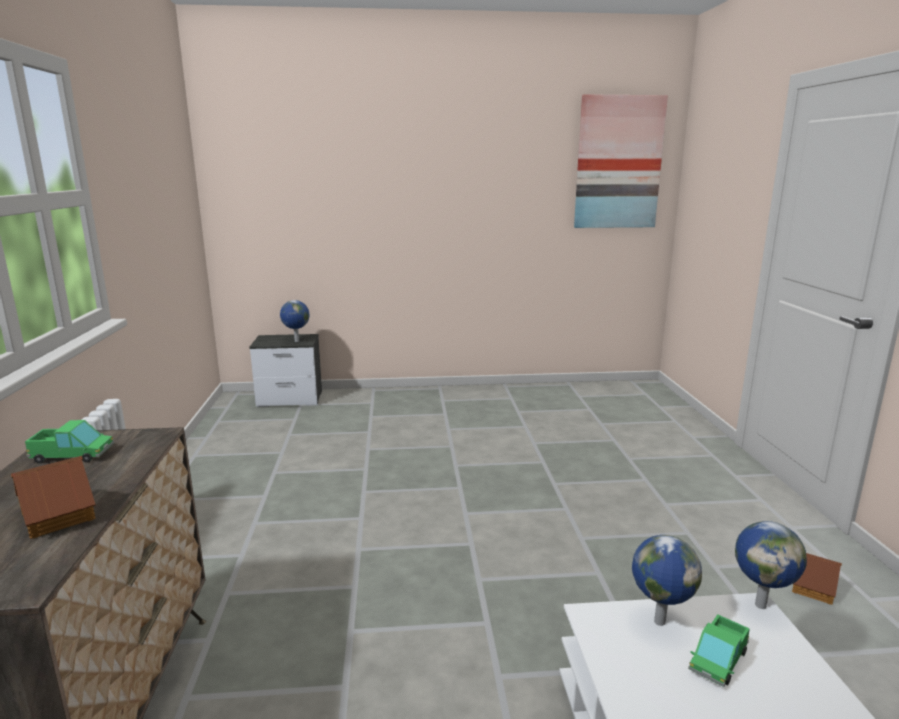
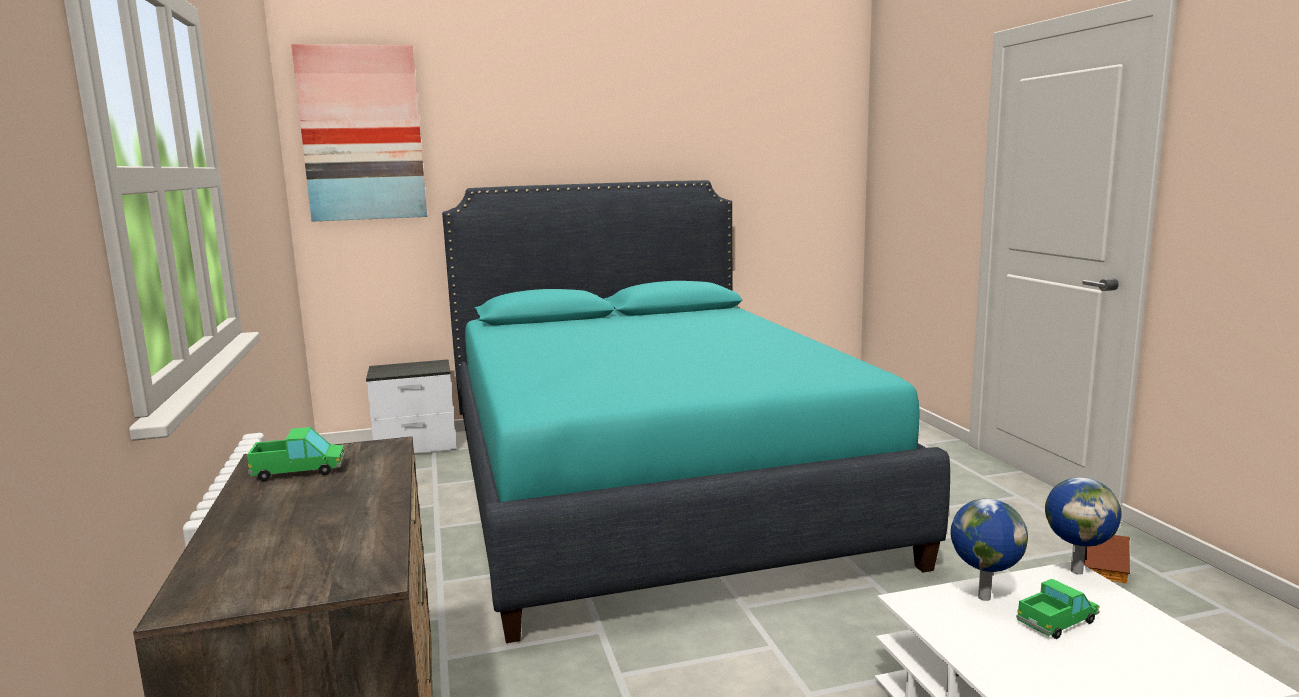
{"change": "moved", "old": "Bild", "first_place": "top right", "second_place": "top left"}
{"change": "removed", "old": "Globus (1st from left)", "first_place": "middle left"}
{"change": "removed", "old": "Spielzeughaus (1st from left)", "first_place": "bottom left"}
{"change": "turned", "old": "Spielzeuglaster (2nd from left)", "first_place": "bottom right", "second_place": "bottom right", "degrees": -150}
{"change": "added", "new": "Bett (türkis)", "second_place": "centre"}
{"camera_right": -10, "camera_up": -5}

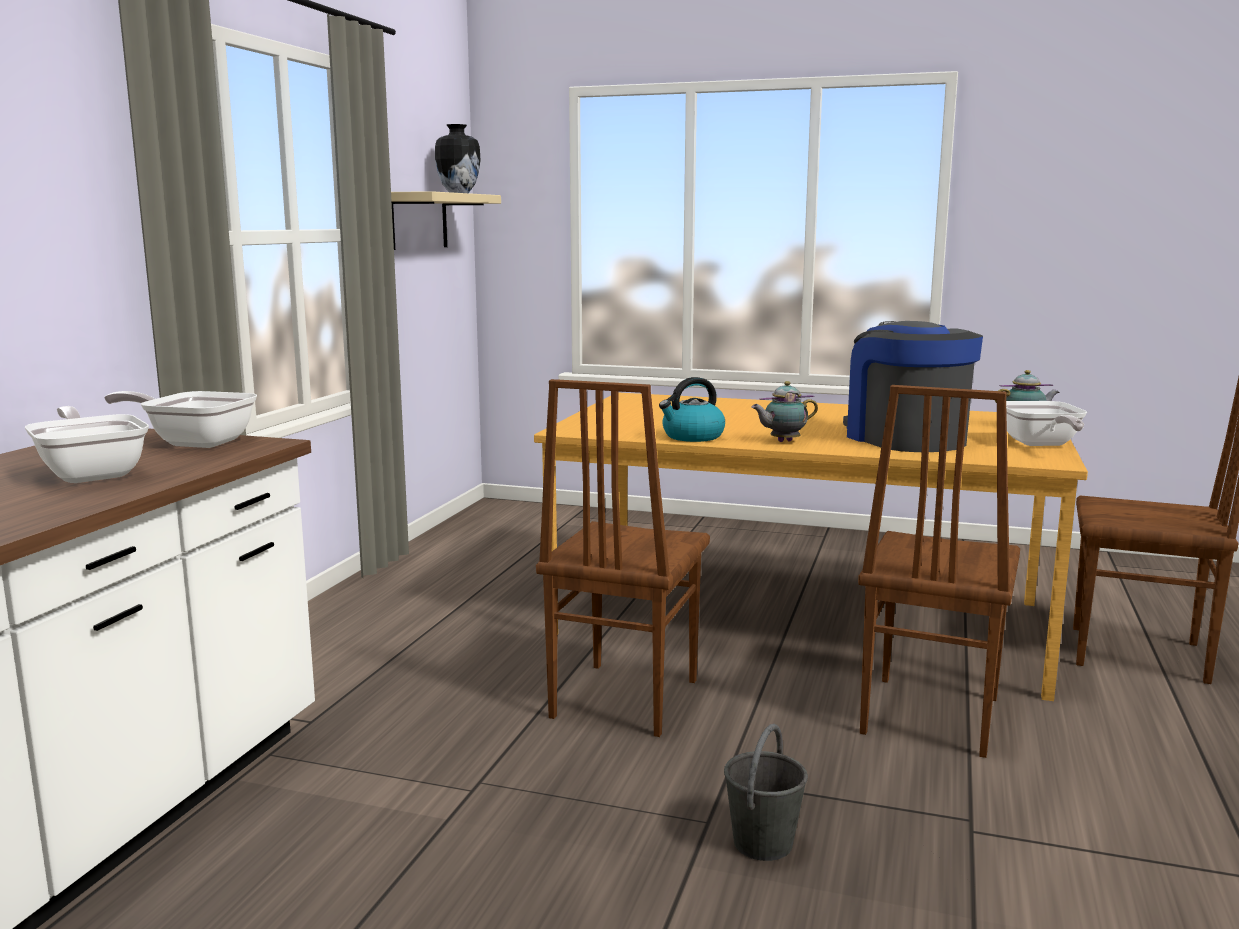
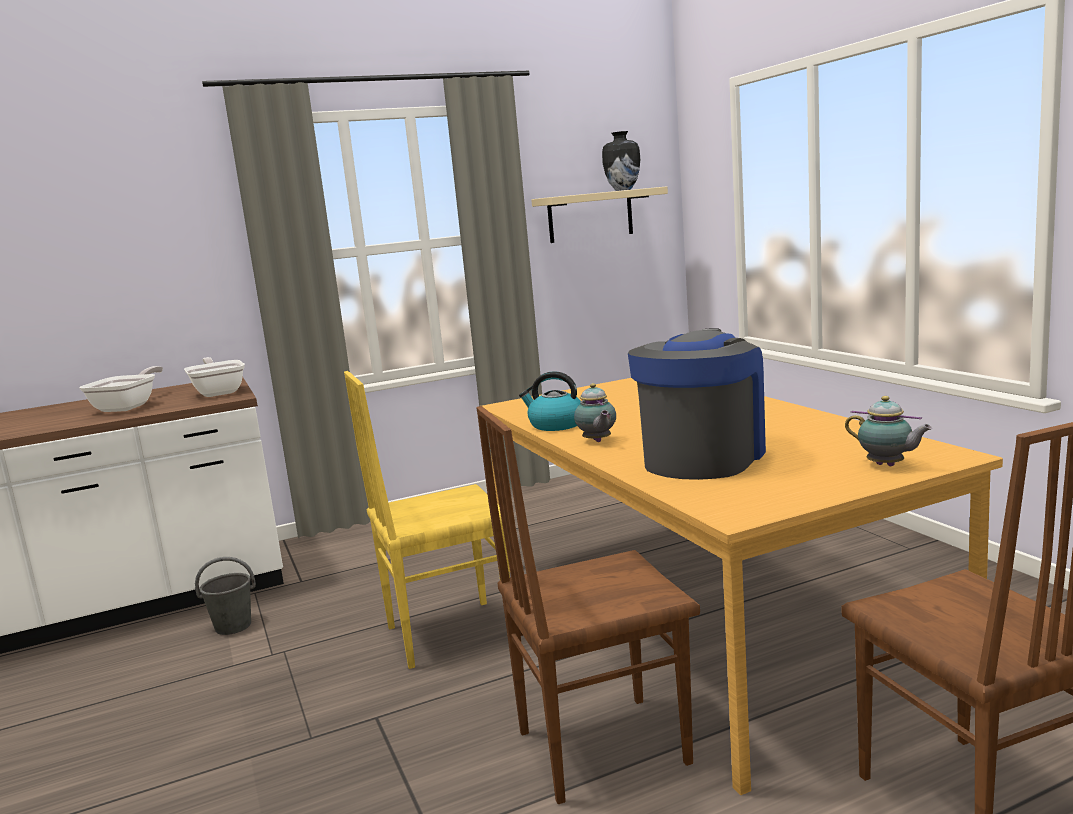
{"change": "recoloured", "old": "Stuhl (braun) (1st from left)", "new": "Stuhl (gelb)", "first_place": "centre", "second_place": "centre"}
{"change": "turned", "old": "Teekanne (1st from left)", "first_place": "centre", "second_place": "centre", "degrees": -135}
{"change": "removed", "old": "Pfanne (3rd from left)", "first_place": "middle right"}
{"change": "moved", "old": "Eimer (grau)", "first_place": "bottom centre", "second_place": "bottom left"}
{"camera_right": 50, "camera_up": 0}

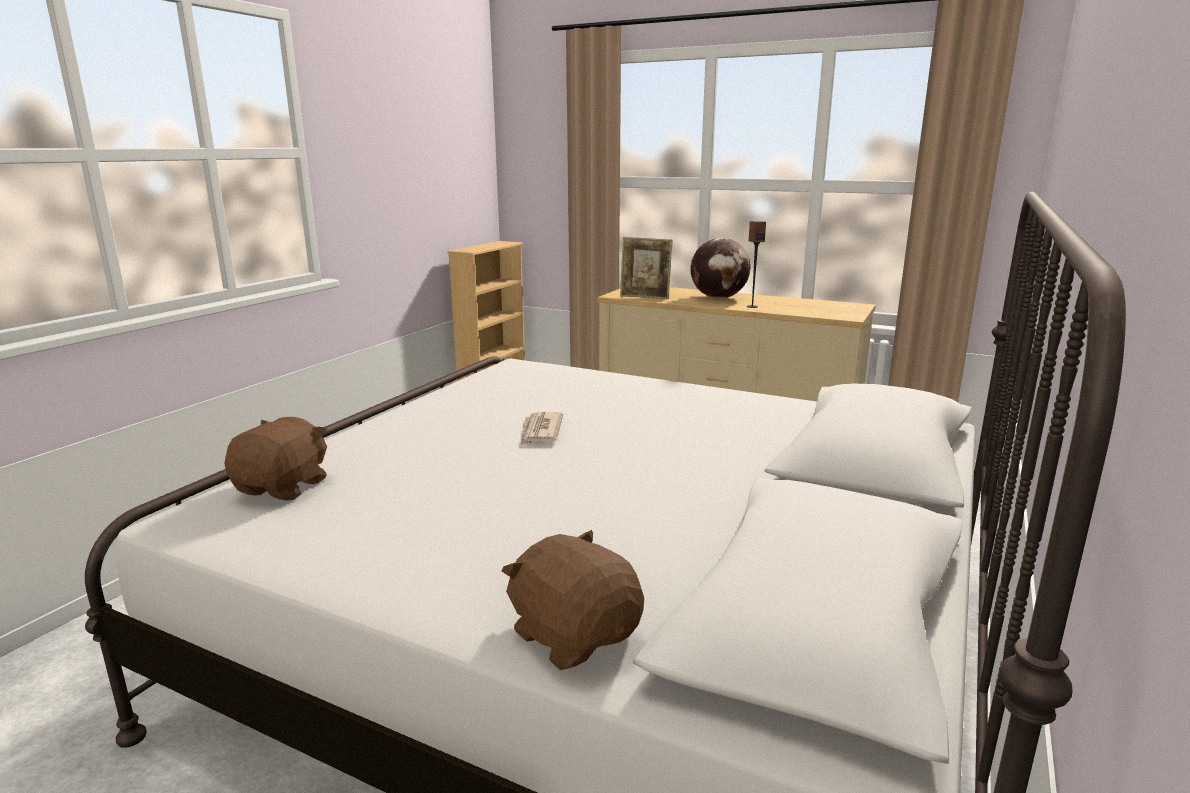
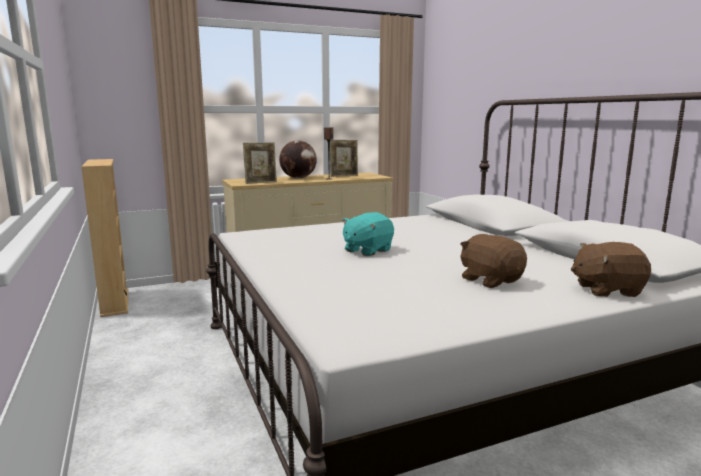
{"change": "replaced", "old": "Zeitung", "new": "Plüschtier (türkis)", "first_place": "centre", "second_place": "centre"}
{"change": "moved", "old": "Plüschtier (braun) (1st from left)", "first_place": "middle left", "second_place": "middle right"}
{"change": "added", "new": "Bilderrahmen (2nd from left)", "second_place": "top centre"}
{"camera_right": -50, "camera_up": -5}

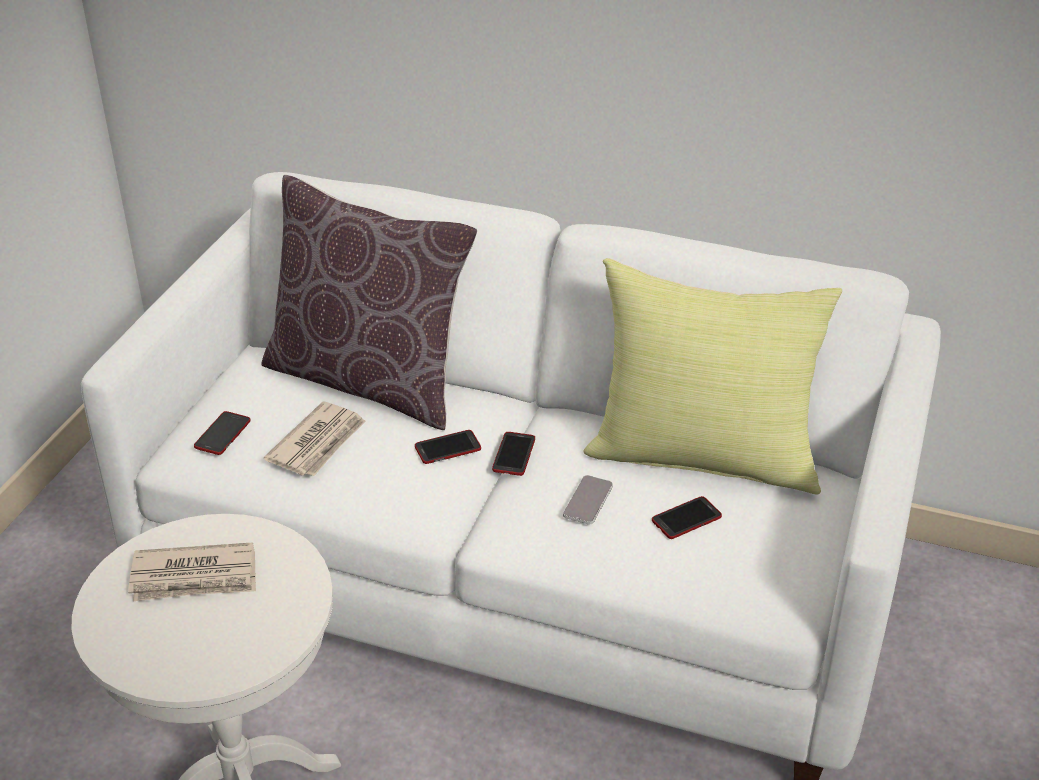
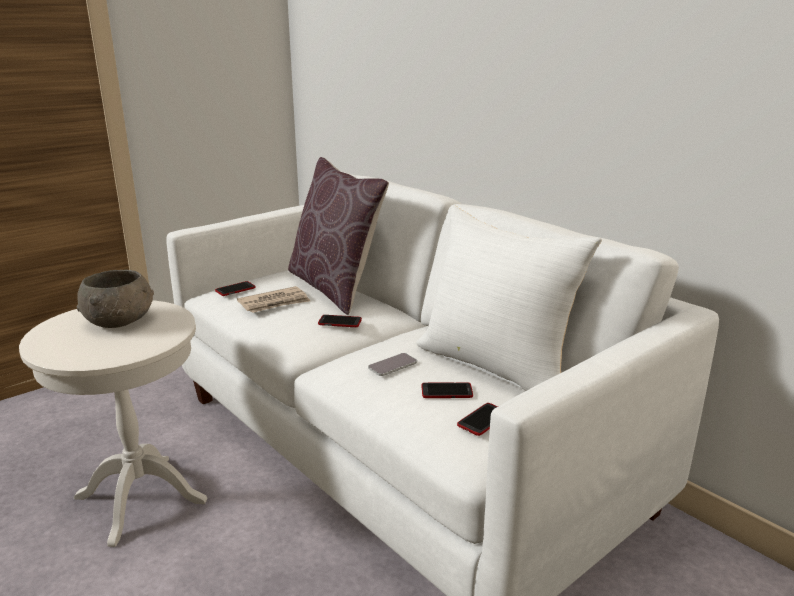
{"change": "recoloured", "old": "Kissen (gelb)", "new": "Kissen (weiß)", "first_place": "middle right", "second_place": "centre"}
{"change": "moved", "old": "Handy (3rd from left in the first image)", "new": "Handy (5th from left)", "first_place": "centre", "second_place": "bottom centre"}
{"change": "replaced", "old": "Zeitung (1st from left)", "new": "Schüssel (grau)", "first_place": "bottom left", "second_place": "middle left"}
{"camera_right": 30, "camera_up": -15}

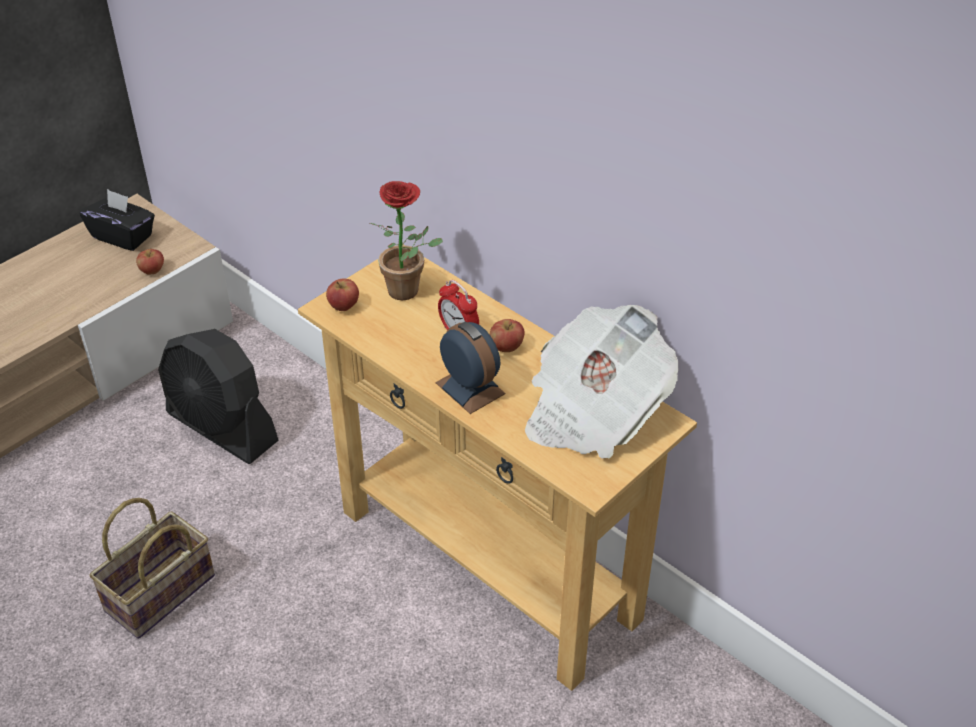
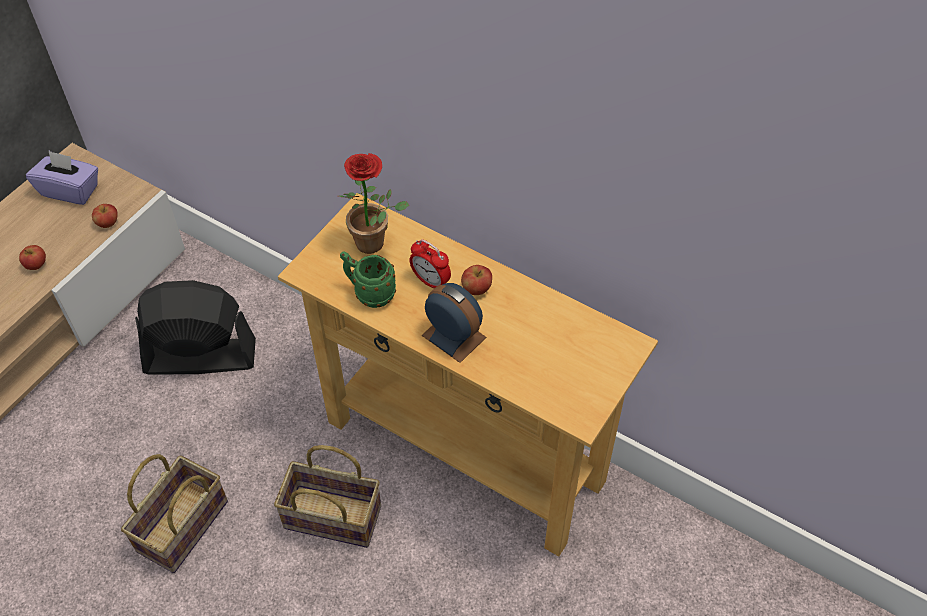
{"change": "recoloured", "old": "Taschentuchbox (schwarz)", "new": "Taschentuchbox (lila)", "first_place": "top left", "second_place": "top left"}
{"change": "moved", "old": "Apfel (2nd from left in the first image)", "new": "Apfel (1st from left)", "first_place": "centre", "second_place": "middle left"}
{"change": "removed", "old": "Zeitung", "first_place": "centre"}
{"change": "turned", "old": "Ventilator (schwarz)", "first_place": "middle left", "second_place": "middle left", "degrees": 150}
{"change": "added", "new": "Henkelbecher (grün)", "second_place": "centre"}
{"change": "added", "new": "Korb (2nd from left)", "second_place": "bottom centre"}
{"camera_right": -10, "camera_up": 10}

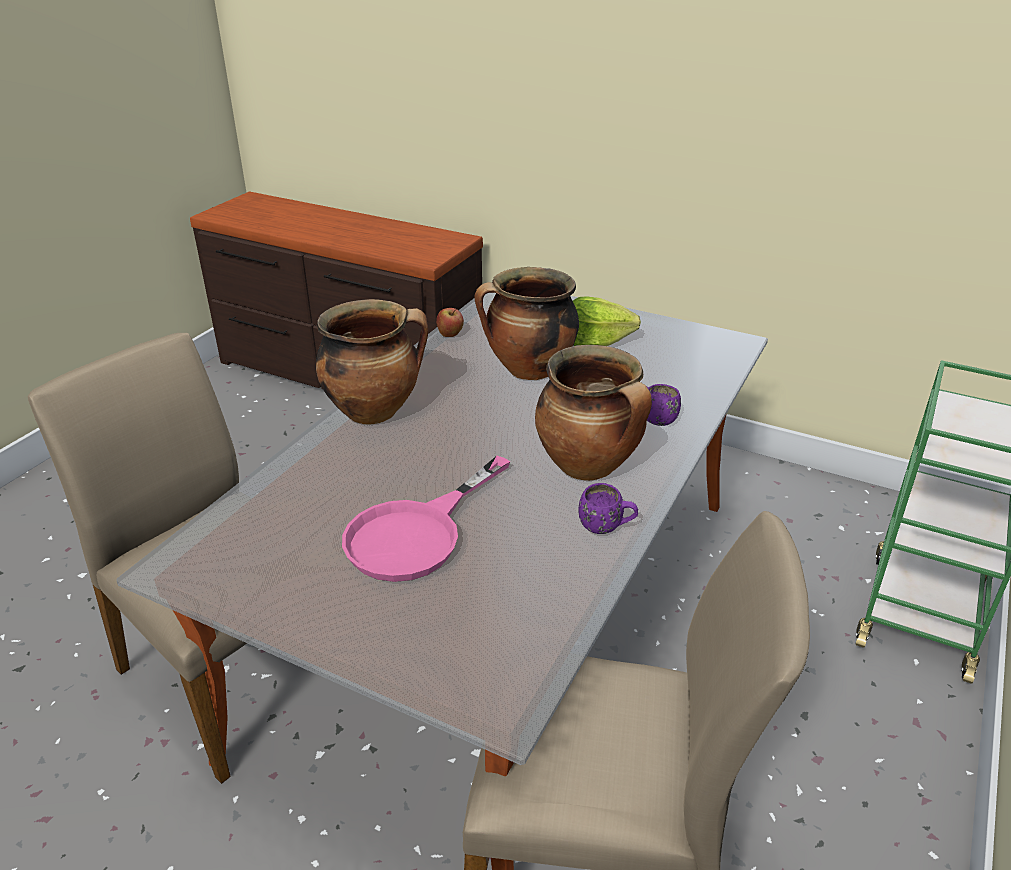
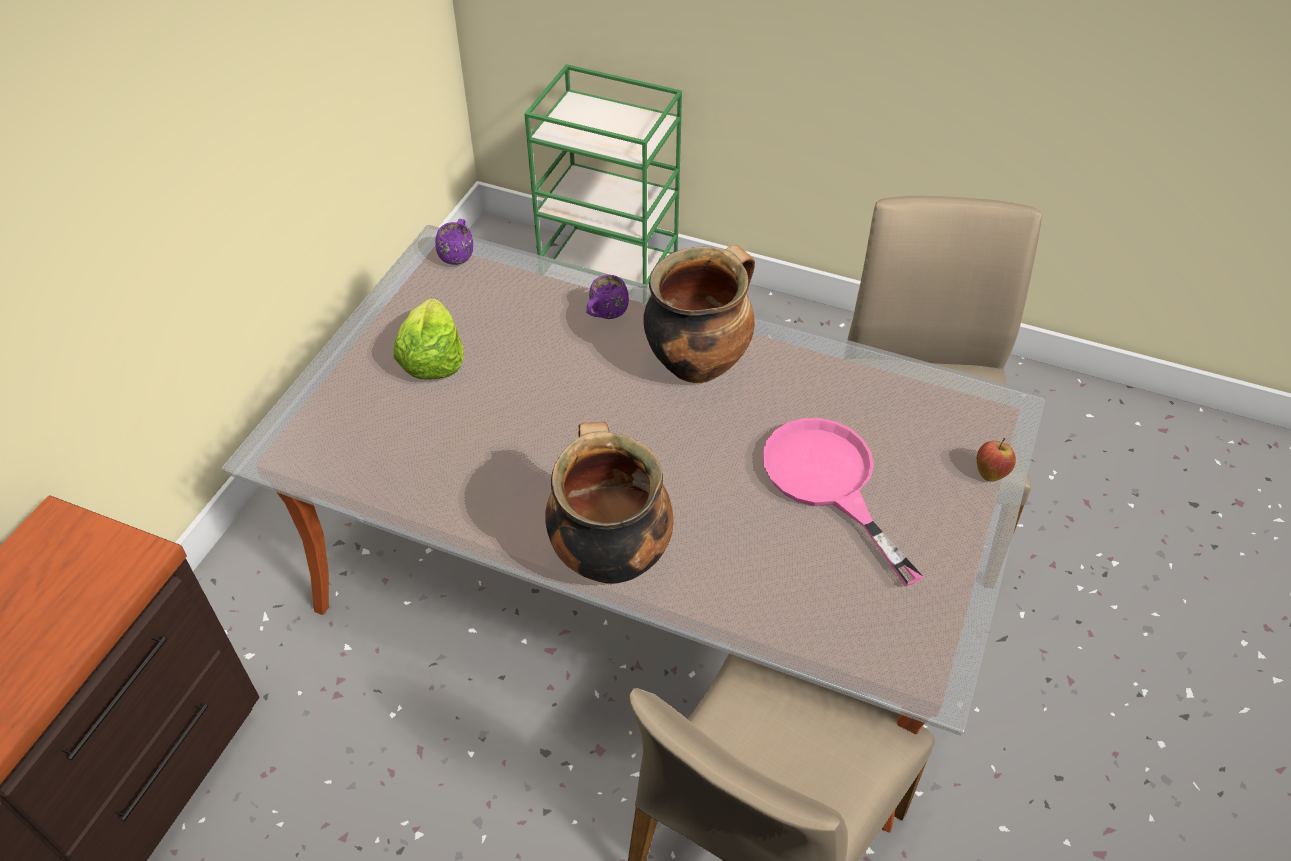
{"change": "removed", "old": "Kochtopf (2nd from left)", "first_place": "centre"}
{"change": "moved", "old": "Apfel", "first_place": "centre", "second_place": "middle right"}
{"change": "turned", "old": "Pfanne (rosa)", "first_place": "centre", "second_place": "centre", "degrees": -150}
{"change": "moved", "old": "Henkelbecher (lila) (1st from left)", "first_place": "centre", "second_place": "top centre"}
{"camera_right": -95, "camera_up": 15}

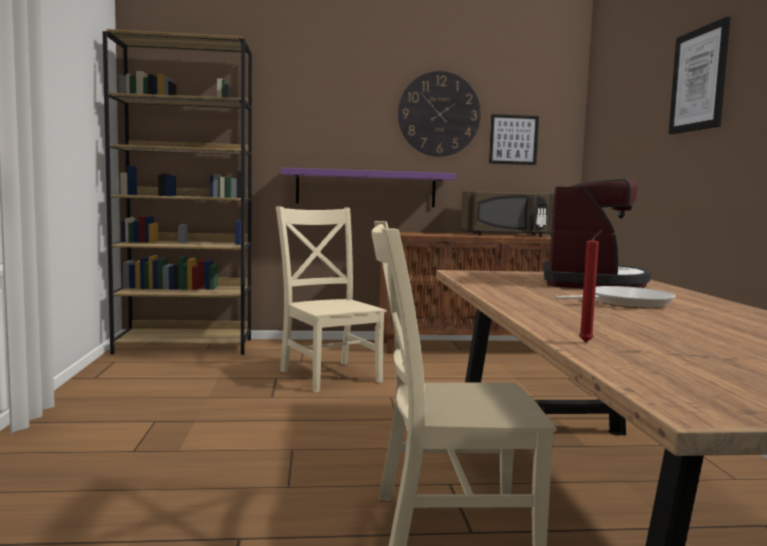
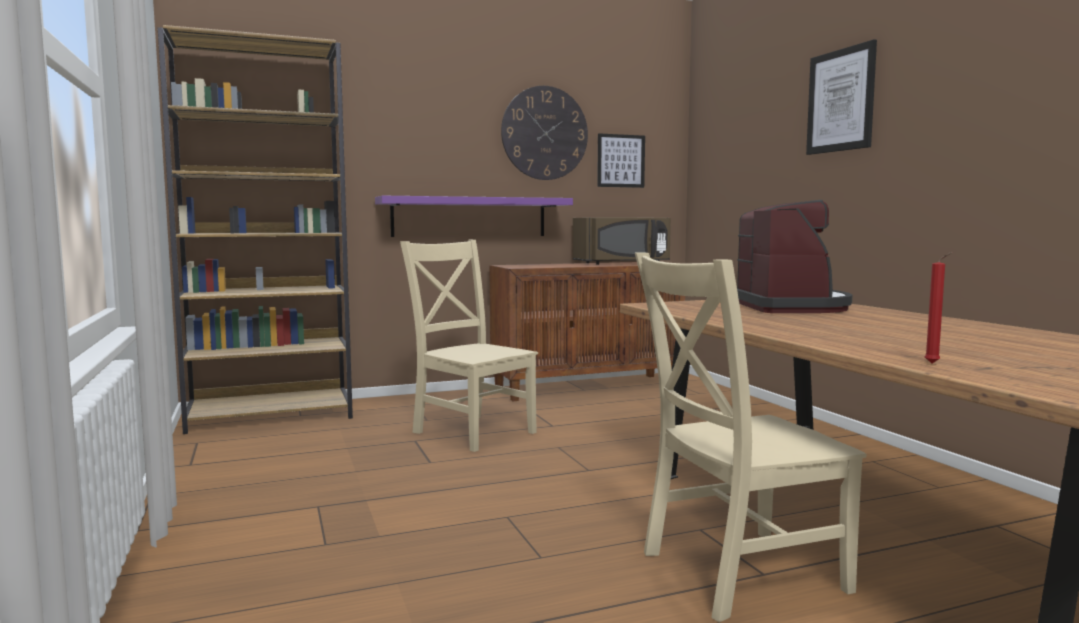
{"change": "removed", "old": "Pfanne", "first_place": "middle right"}
{"camera_right": -15, "camera_up": 0}

